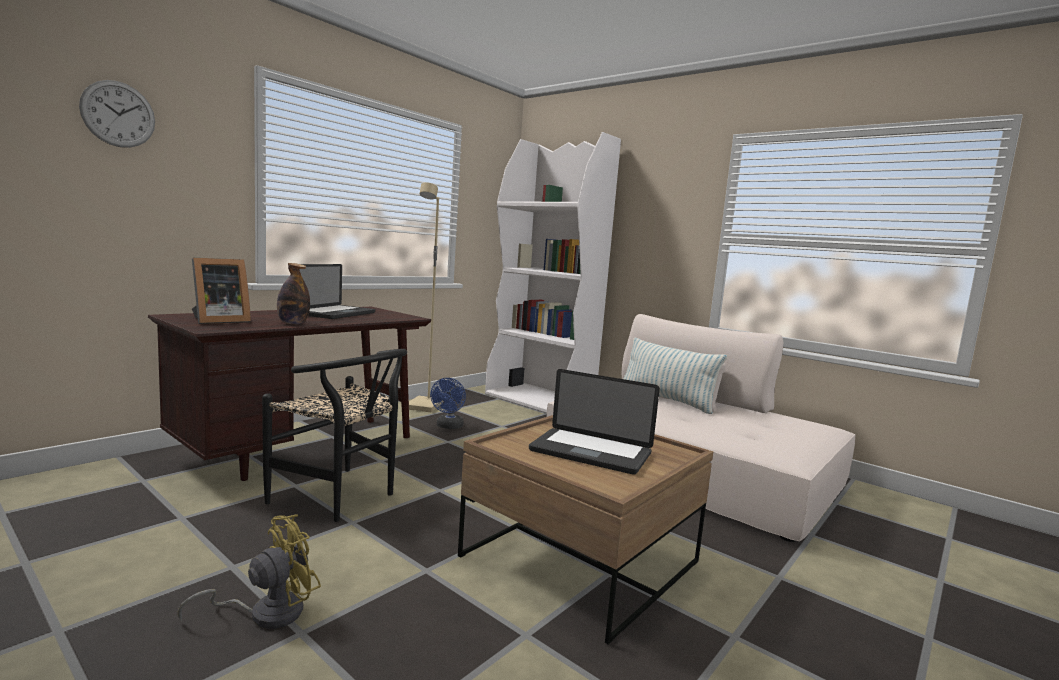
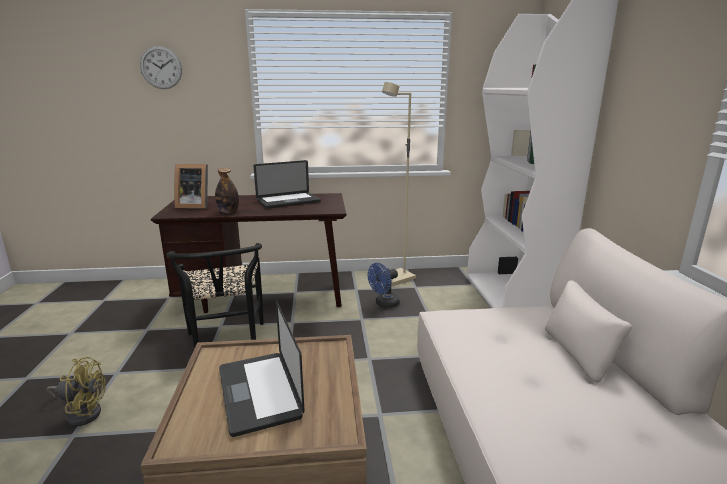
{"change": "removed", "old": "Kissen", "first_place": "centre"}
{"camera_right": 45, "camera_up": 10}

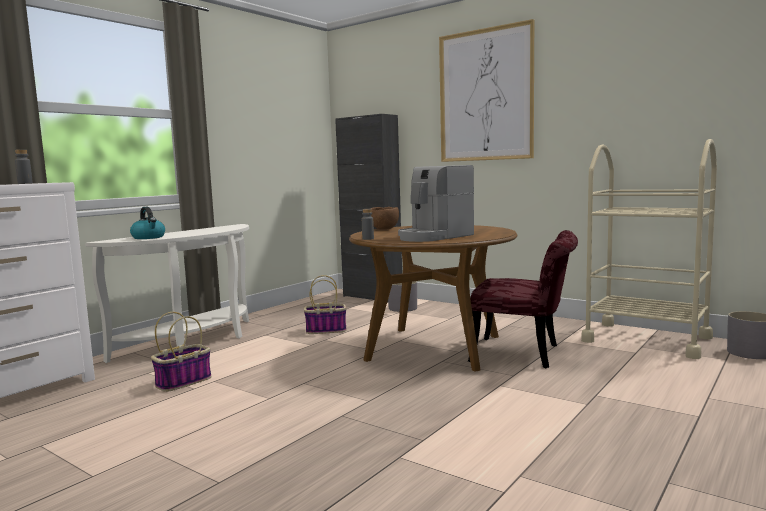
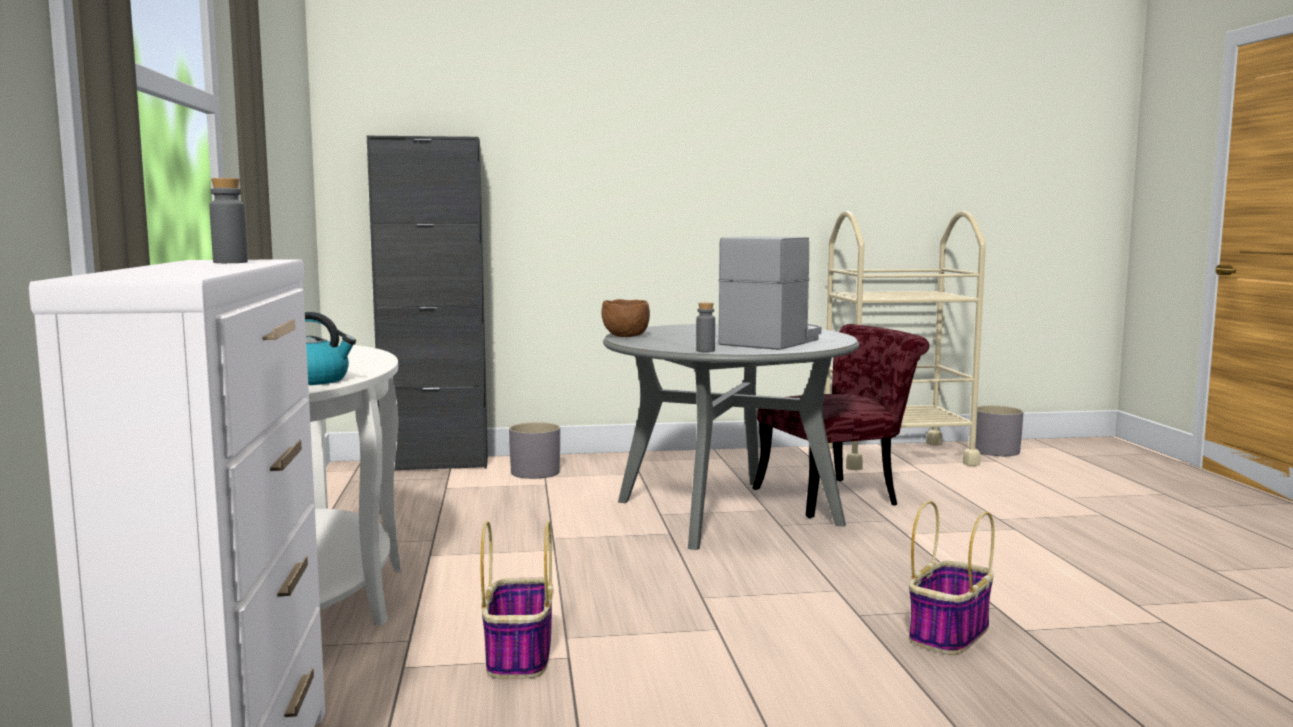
{"change": "removed", "old": "Bild", "first_place": "top centre"}
{"change": "turned", "old": "Kaffeemaschine", "first_place": "centre", "second_place": "centre", "degrees": -150}
{"change": "recoloured", "old": "Esstisch (braun)", "new": "Esstisch (grau)", "first_place": "centre", "second_place": "centre"}
{"change": "moved", "old": "Korb (2nd from left)", "first_place": "centre", "second_place": "bottom right"}
{"camera_right": -45, "camera_up": 0}

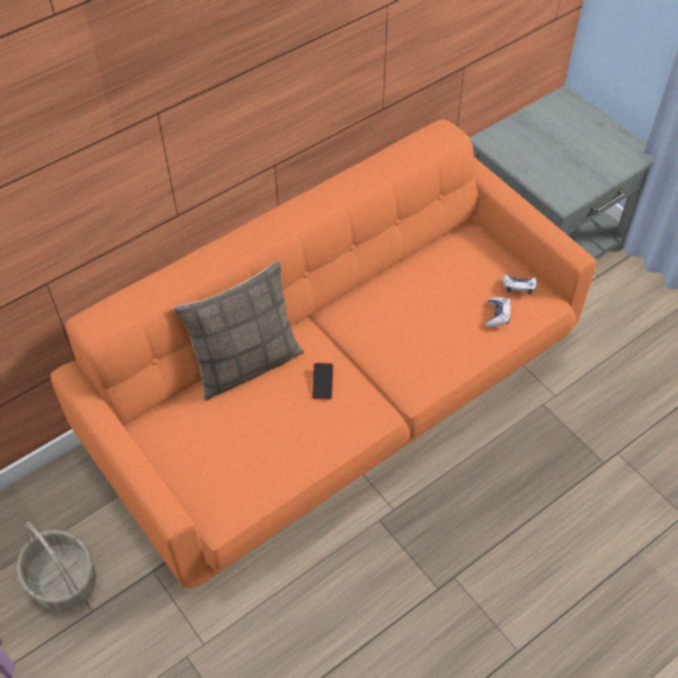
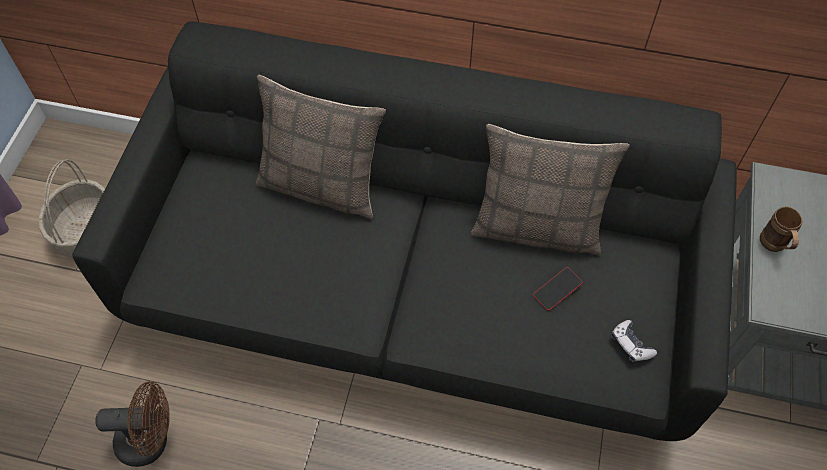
{"change": "recoloured", "old": "Sofa (orange)", "new": "Sofa (schwarz)", "first_place": "centre", "second_place": "centre"}
{"change": "removed", "old": "Gamepad (1st from left)", "first_place": "middle right"}
{"change": "moved", "old": "Handy", "first_place": "centre", "second_place": "middle right"}
{"change": "added", "new": "Kissen (2nd from left)", "second_place": "centre"}
{"change": "added", "new": "Henkelbecher (braun)", "second_place": "middle right"}
{"change": "added", "new": "Ventilator (braun)", "second_place": "bottom left"}
{"camera_right": 50, "camera_up": 5}

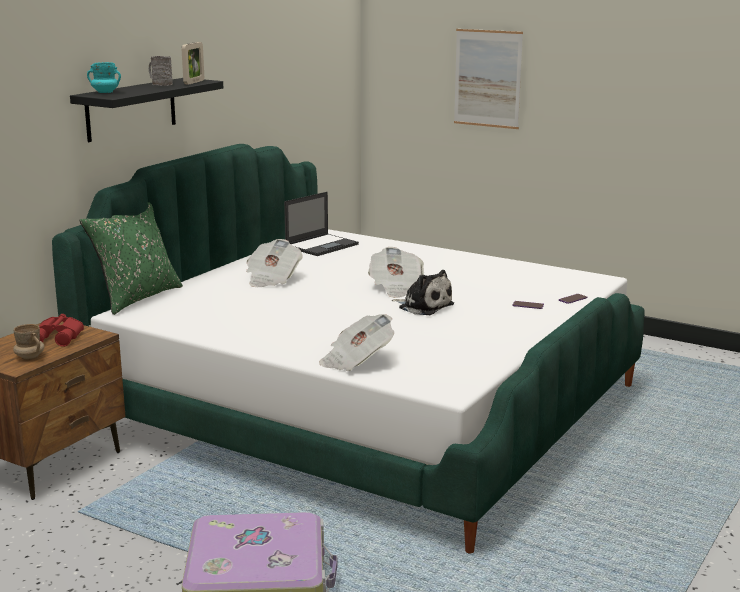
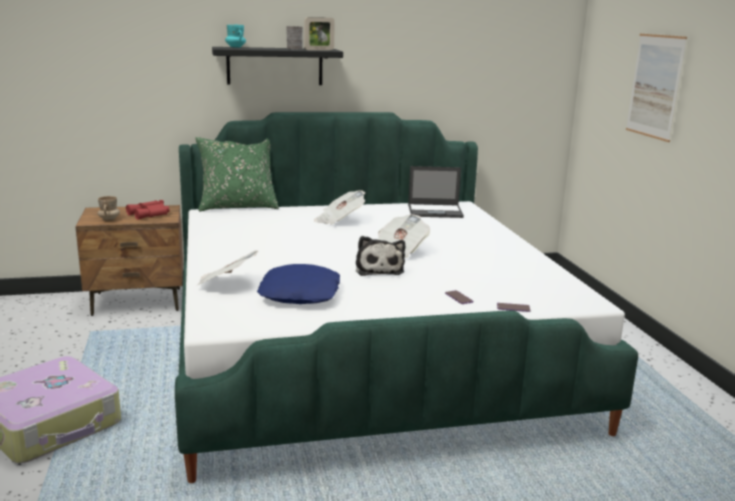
{"change": "added", "new": "Kissen (blau)", "second_place": "centre"}
{"camera_right": 45, "camera_up": 0}

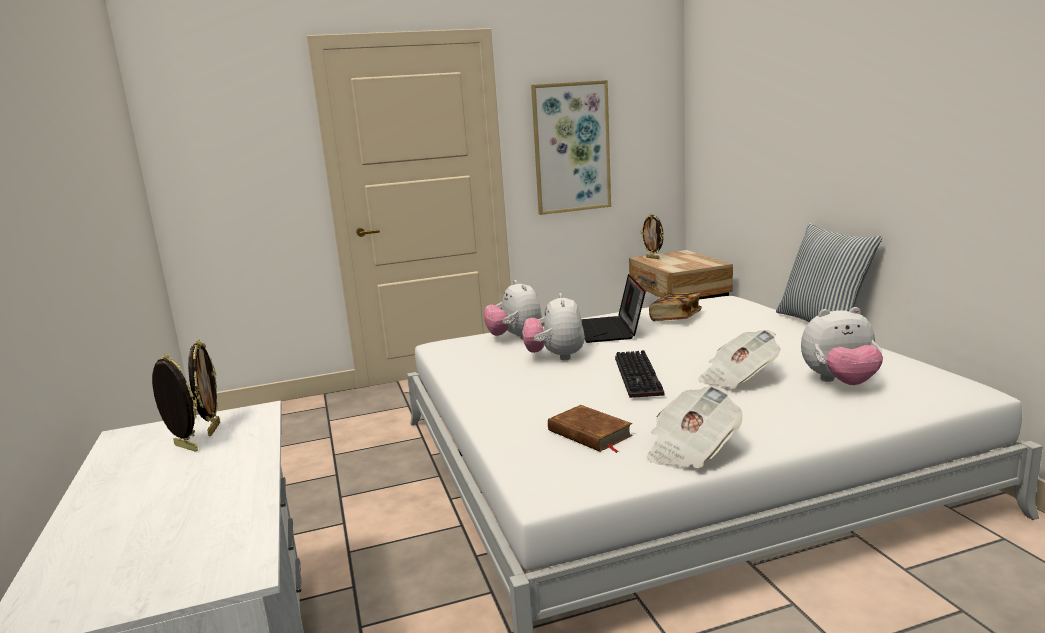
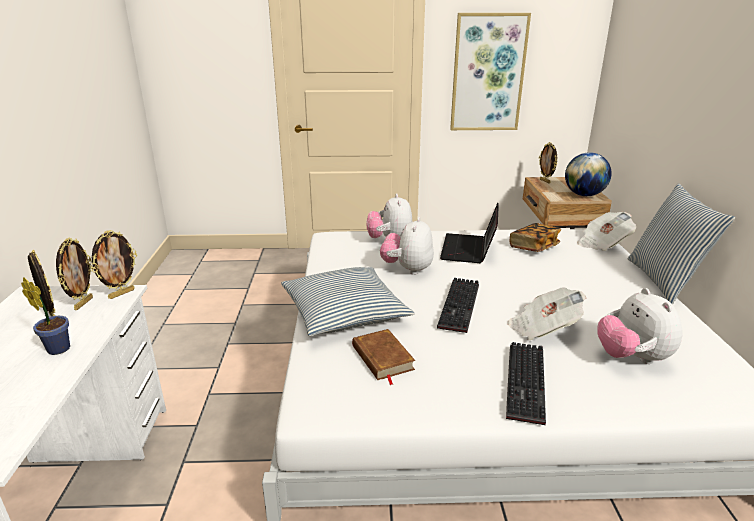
{"change": "turned", "old": "Plüschtier (3rd from left)", "first_place": "middle right", "second_place": "middle right", "degrees": 60}
{"change": "moved", "old": "Zeitung (1st from left in the first image)", "new": "Zeitung (2nd from left)", "first_place": "bottom centre", "second_place": "middle right"}
{"change": "added", "new": "Globus", "second_place": "middle right"}
{"change": "added", "new": "Bilderrahmen (3rd from left)", "second_place": "middle left"}
{"change": "added", "new": "Kissen (1st from left)", "second_place": "centre"}
{"change": "added", "new": "Topfpflanze", "second_place": "middle left"}
{"change": "added", "new": "Tastatur (2nd from left)", "second_place": "bottom right"}
{"camera_right": 15, "camera_up": 10}

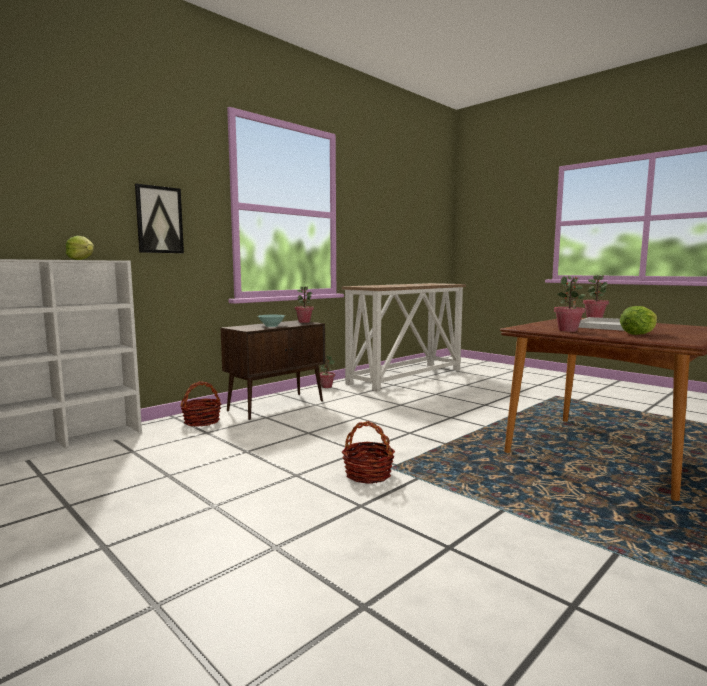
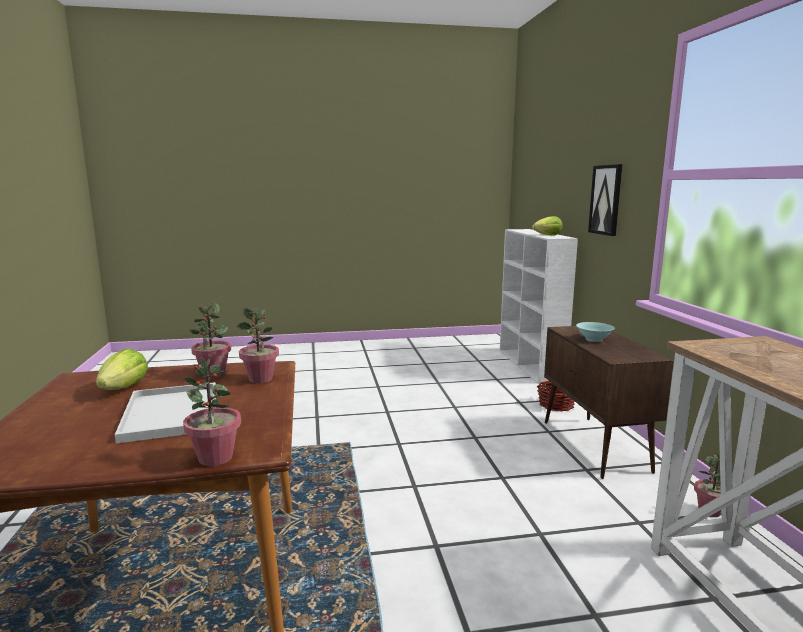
{"change": "moved", "old": "Topfpflanze (1st from left in the first image)", "new": "Topfpflanze (3rd from left)", "first_place": "centre", "second_place": "middle left"}
{"change": "removed", "old": "Korb (2nd from left)", "first_place": "centre"}
{"camera_right": 125, "camera_up": 5}

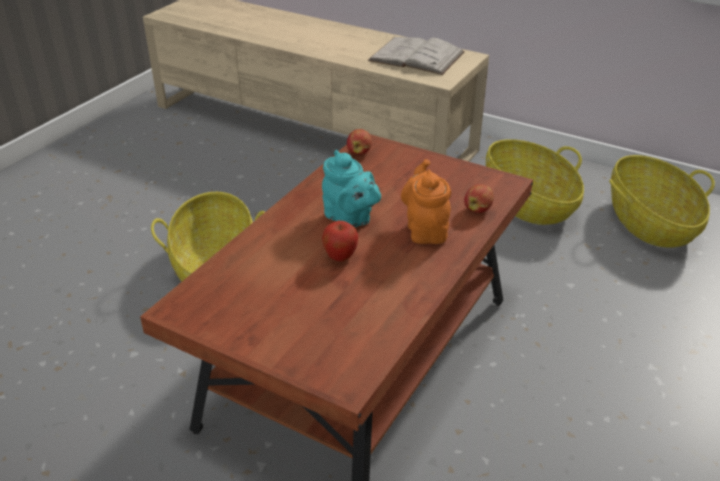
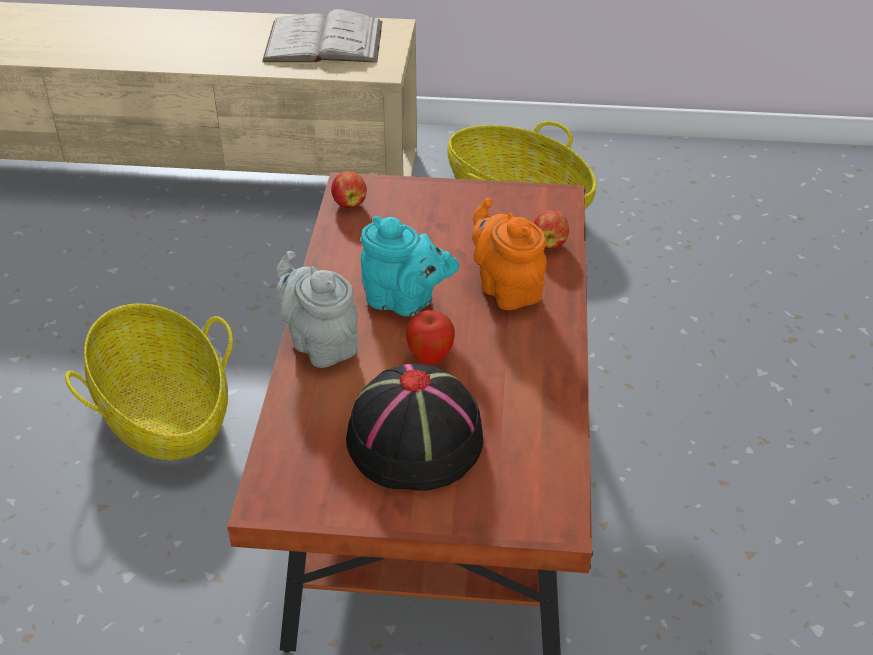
{"change": "removed", "old": "Korb (3rd from left)", "first_place": "middle right"}
{"change": "added", "new": "Teekanne (grau)", "second_place": "centre"}
{"change": "added", "new": "Hut (schwarz)", "second_place": "centre"}
{"camera_right": -25, "camera_up": 5}

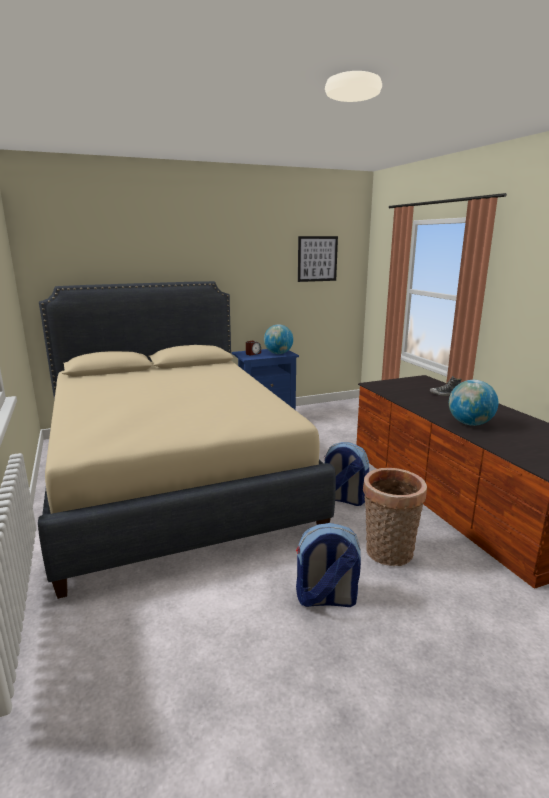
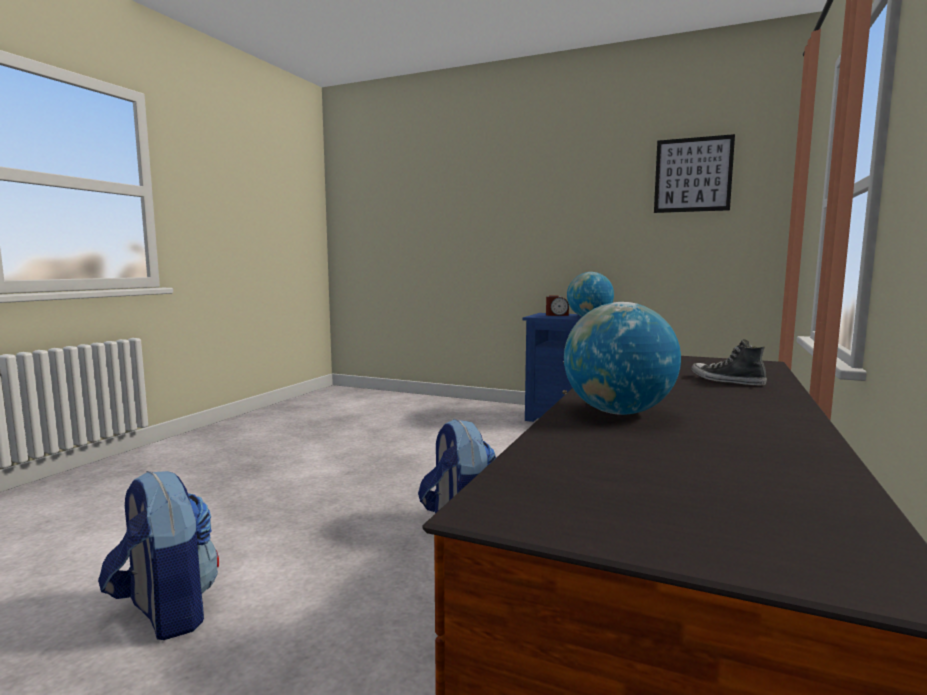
{"change": "removed", "old": "Bett (beige)", "first_place": "centre"}
{"change": "removed", "old": "Korb", "first_place": "middle right"}
{"camera_right": 45, "camera_up": -10}

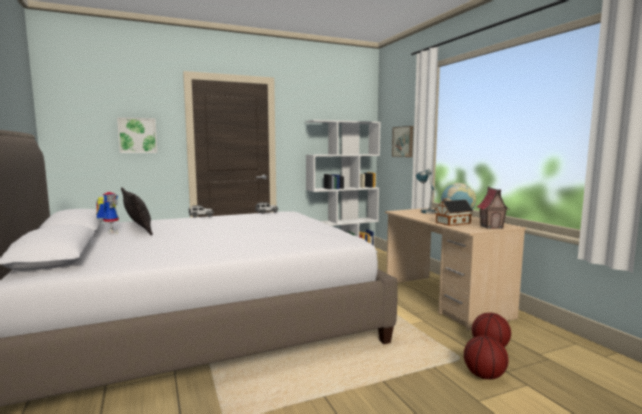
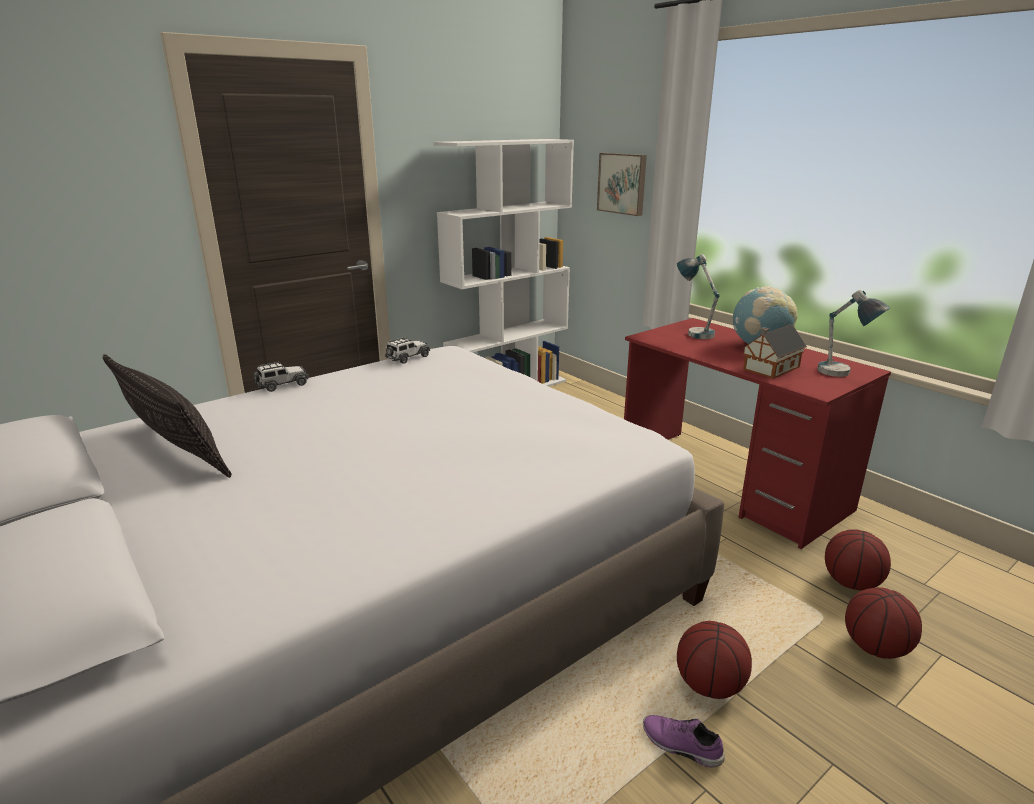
{"change": "removed", "old": "Bild (1st from left)", "first_place": "top left"}
{"change": "replaced", "old": "Spielzeughaus (2nd from left)", "new": "Tischlampe (2nd from left)", "first_place": "middle right", "second_place": "middle right"}
{"change": "removed", "old": "Spielzeugroboter", "first_place": "middle left"}
{"change": "recoloured", "old": "Schreibtisch (beige)", "new": "Schreibtisch (rot)", "first_place": "middle right", "second_place": "middle right"}
{"change": "added", "new": "Basketball (1st from left)", "second_place": "bottom right"}
{"change": "added", "new": "Schuh (lila)", "second_place": "bottom centre"}
{"camera_right": -15, "camera_up": 15}

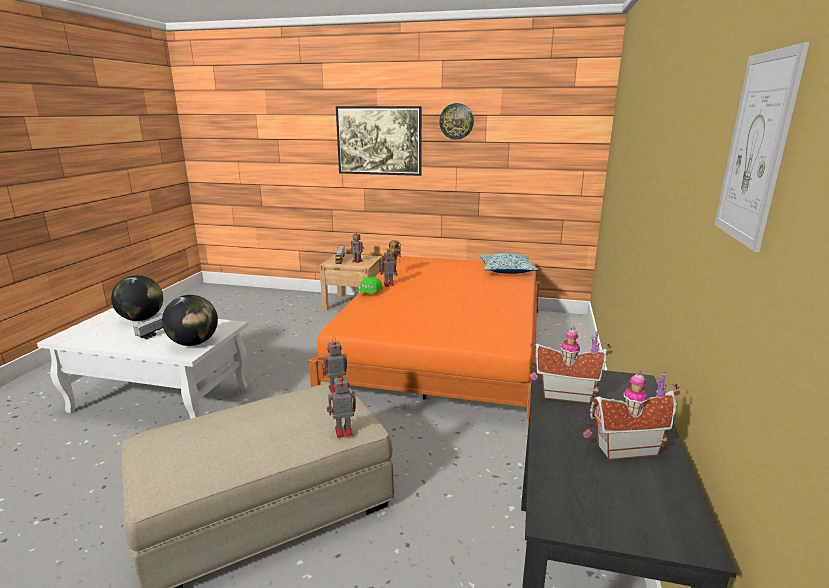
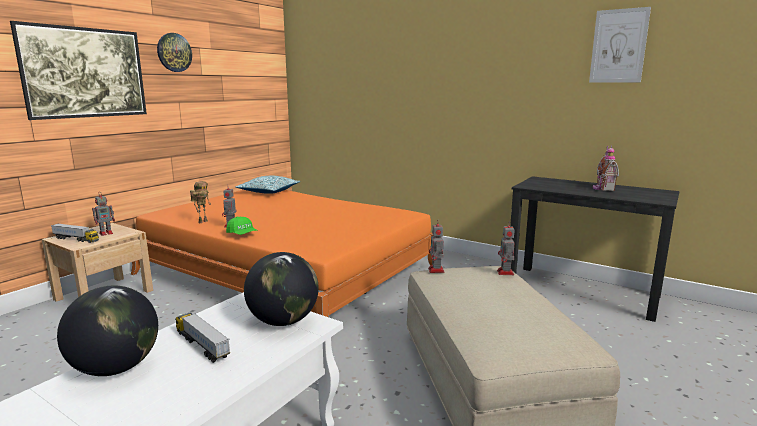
{"change": "removed", "old": "Spielzeughaus (1st from left)", "first_place": "middle right"}
{"camera_right": -70, "camera_up": -5}

